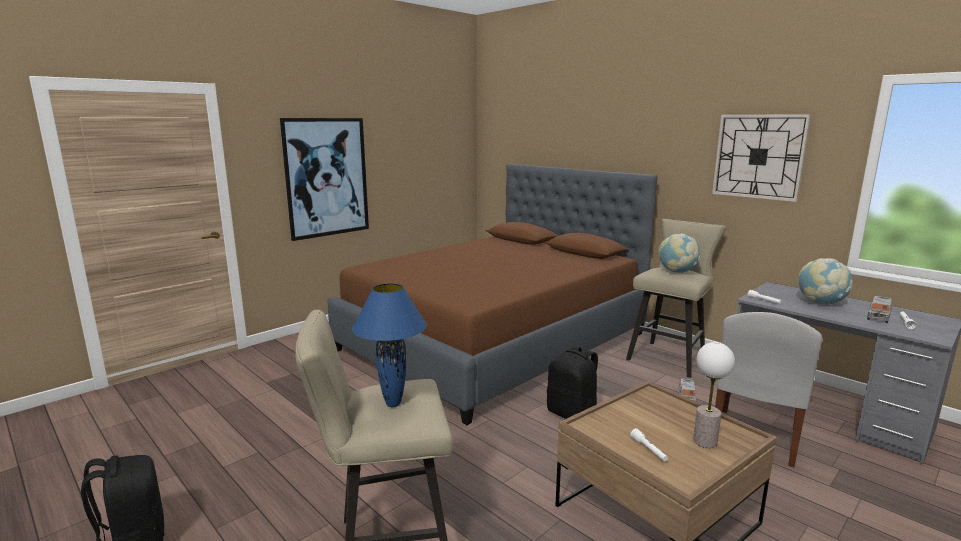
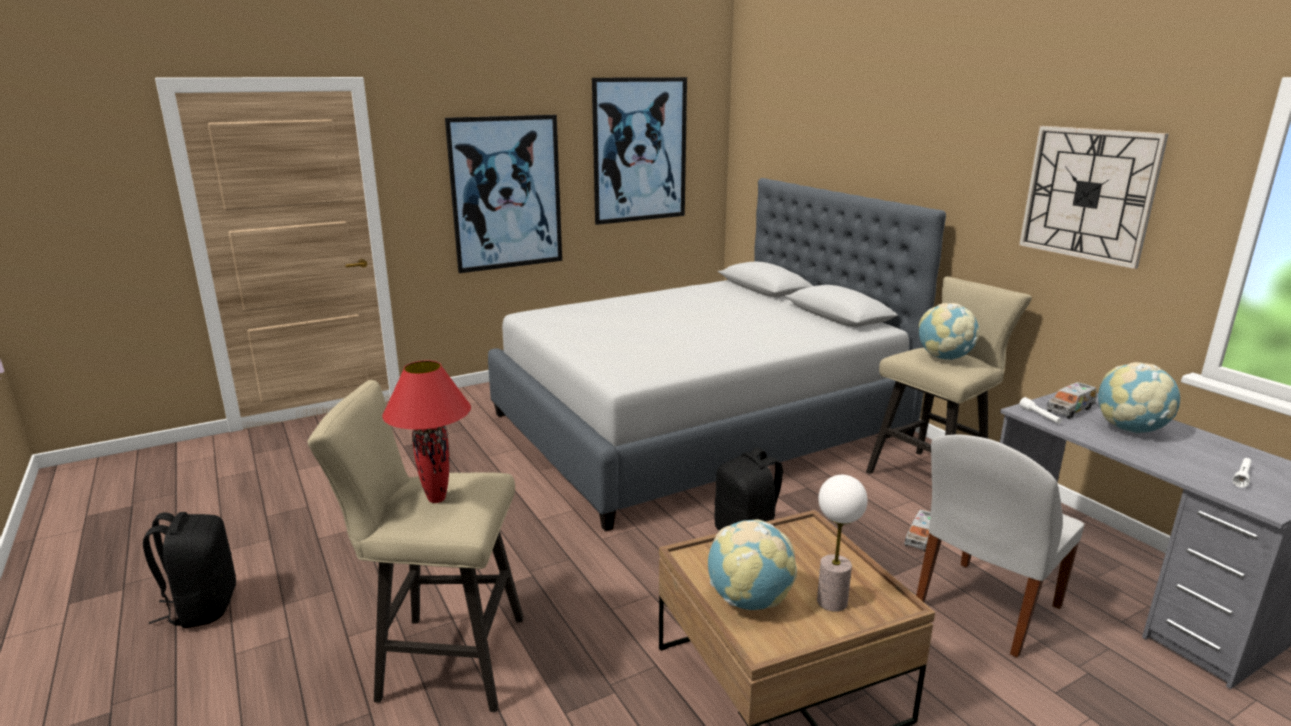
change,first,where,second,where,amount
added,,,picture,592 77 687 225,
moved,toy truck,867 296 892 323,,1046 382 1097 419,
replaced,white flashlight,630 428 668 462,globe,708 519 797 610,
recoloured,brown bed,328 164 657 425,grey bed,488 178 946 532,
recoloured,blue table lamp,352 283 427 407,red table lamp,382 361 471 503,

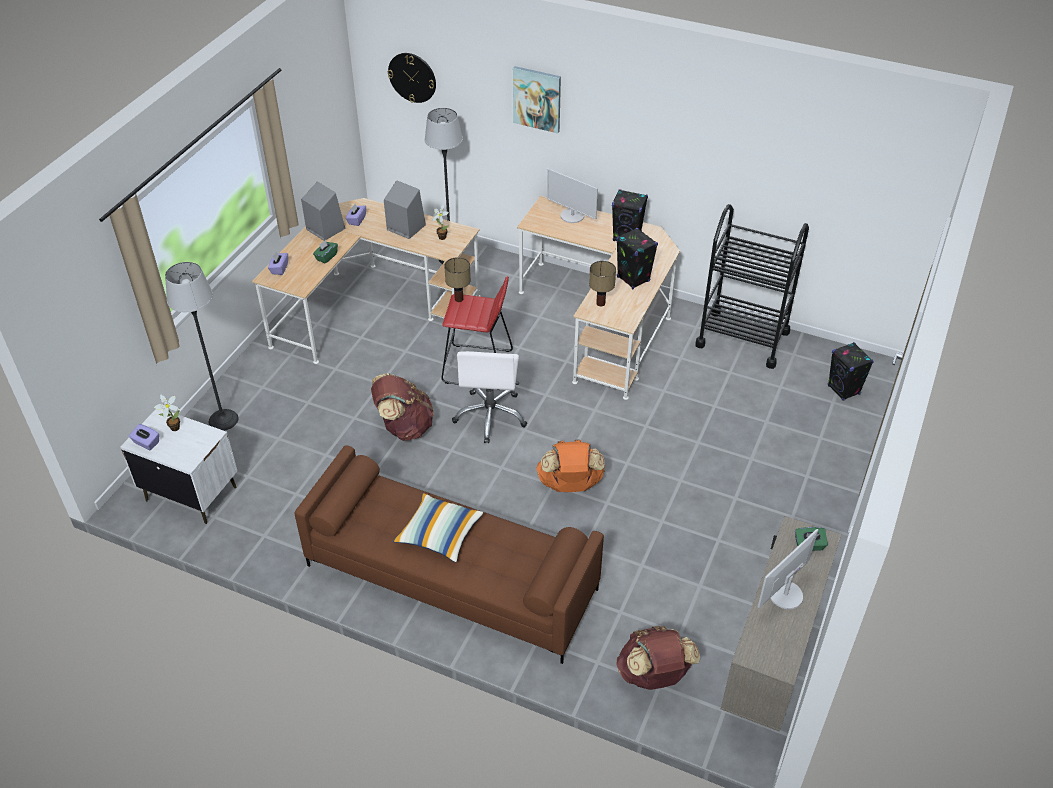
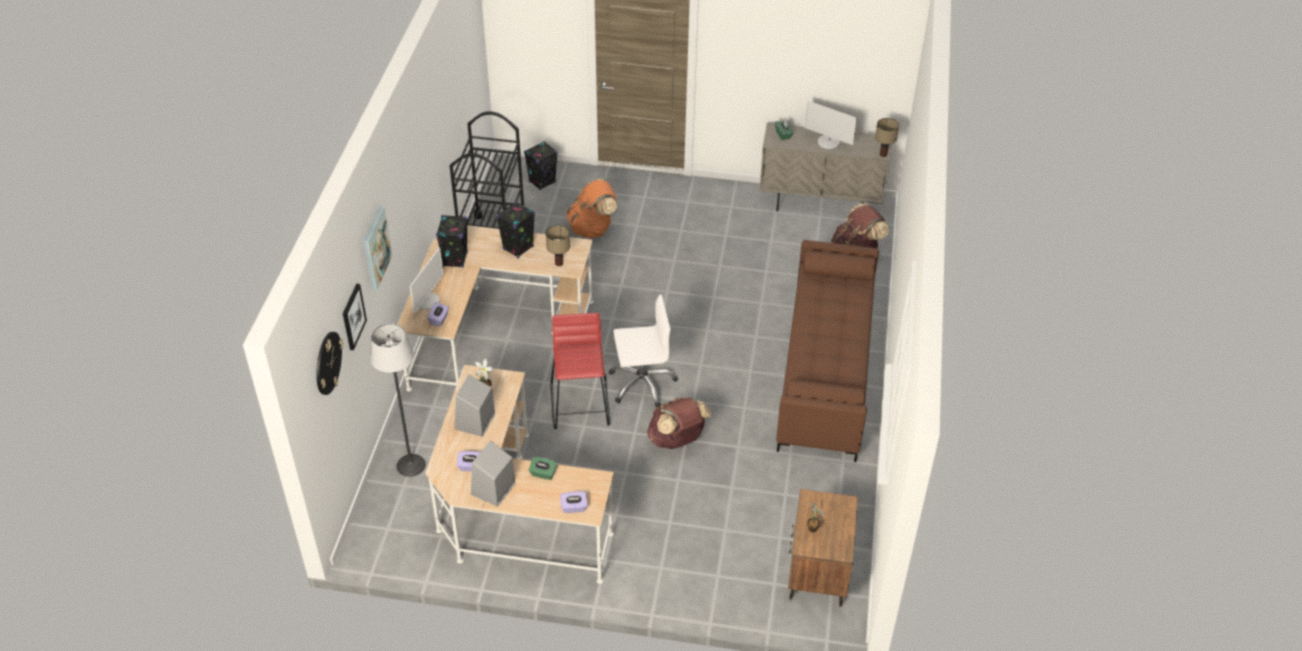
change,first,where,second,where,amount
removed,floor lamp,165 262 239 431,,,
removed,pillow,393 493 483 562,,,
added,,,picture,343 284 367 350,
moved,purple tissue box,129 424 159 450,,427 302 449 327,
moved,table lamp,444 257 471 302,,875 118 899 157,
moved,orange backpack,536 440 605 492,,566 179 617 238,
recoloured,white nightstand,120 409 238 524,brown nightstand,788 489 858 607,

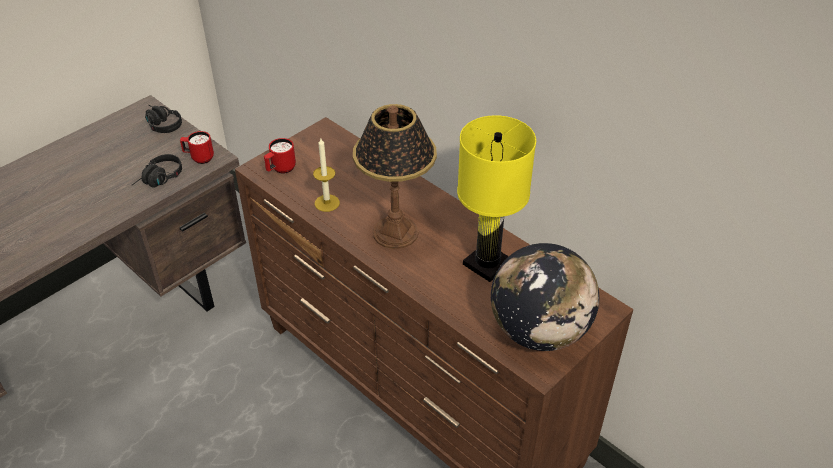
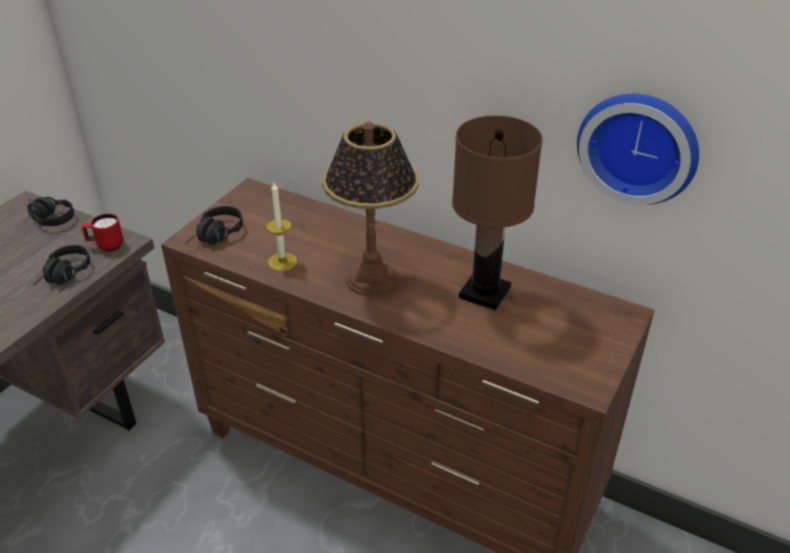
change,first,where,second,where,amount
removed,globe,491 243 599 351,,,
added,,,wall clock,577 94 699 205,
replaced,red mug,264 138 296 174,black headphones,186 206 243 245,
recoloured,yellow table lamp,457 115 536 282,brown table lamp,452 116 543 310,

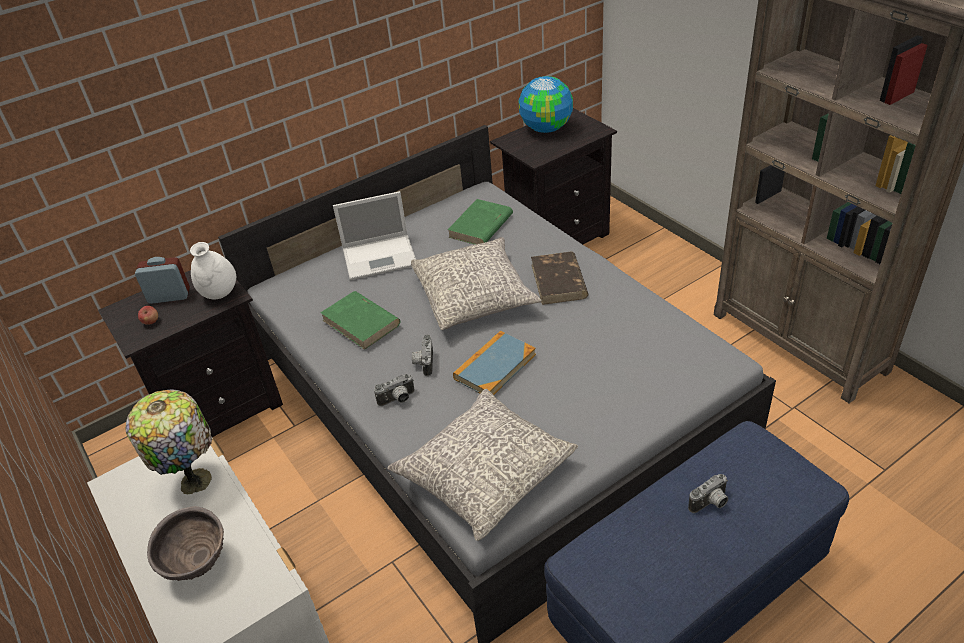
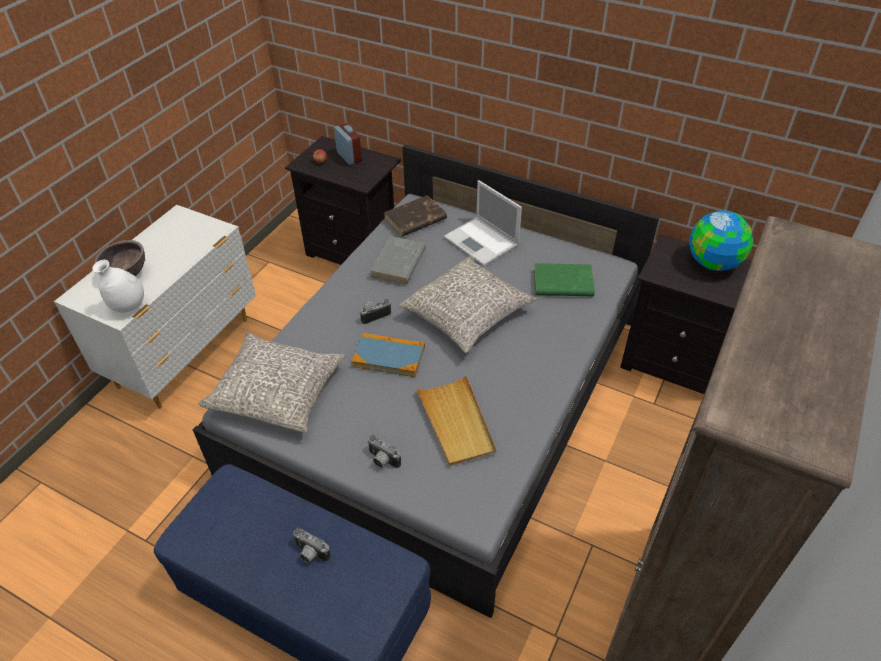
change,first,where,second,where,amount
removed,table lamp,126 389 212 495,,,
added,,,beige tray,415 374 496 467,
moved,white vase,190 242 236 299,,92 260 144 312,
moved,photo camera,374 374 415 406,,367 435 401 468,
moved,brown book,531 252 588 305,,384 195 447 237,
recoloured,green book,320 291 401 350,grey book,370 236 426 284,

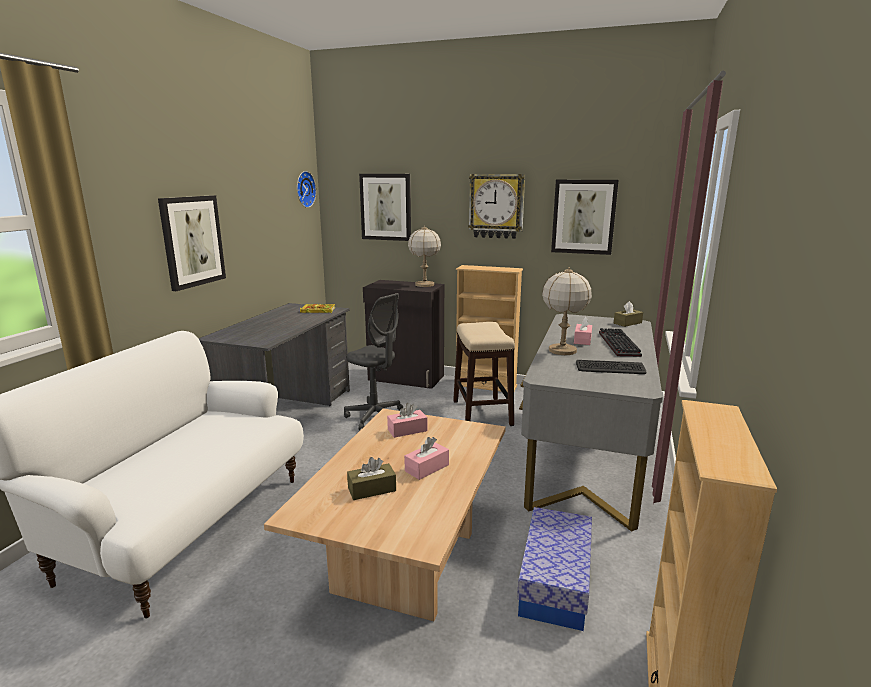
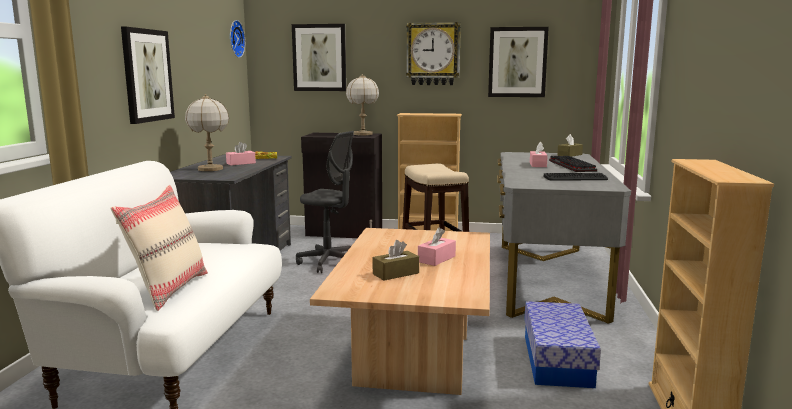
change,first,where,second,where,amount
added,,,beige pillow,111 185 208 311,
moved,pink tissue box,387 403 427 438,,226 142 256 165,
moved,table lamp,542 267 592 355,,185 94 229 171,

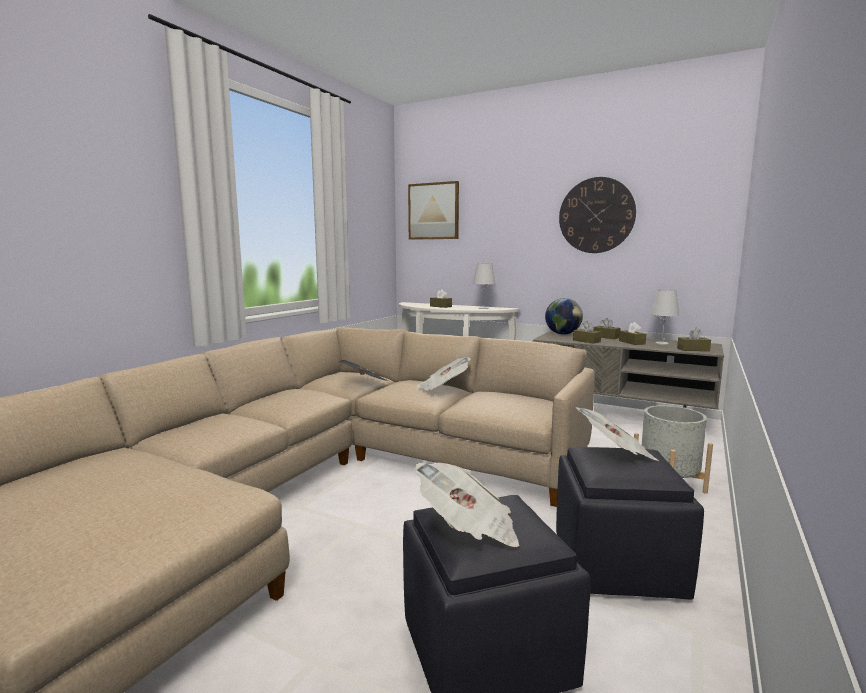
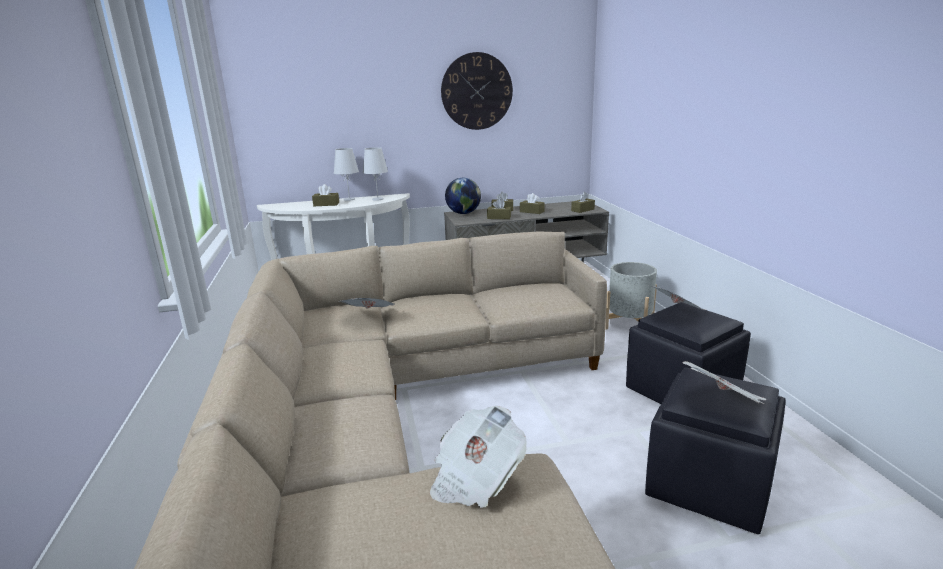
change,first,where,second,where,amount
removed,picture,408 181 459 240,,,
moved,newspaper,417 357 471 391,,430 406 527 508,
moved,white table lamp,650 289 679 345,,334 148 359 201,

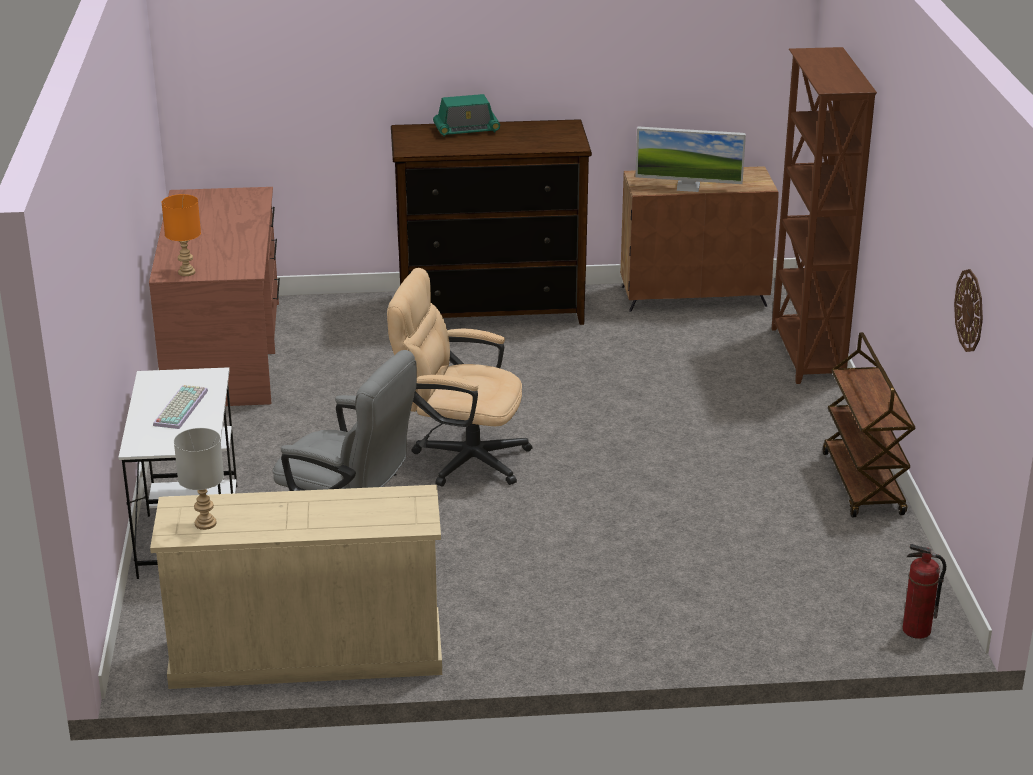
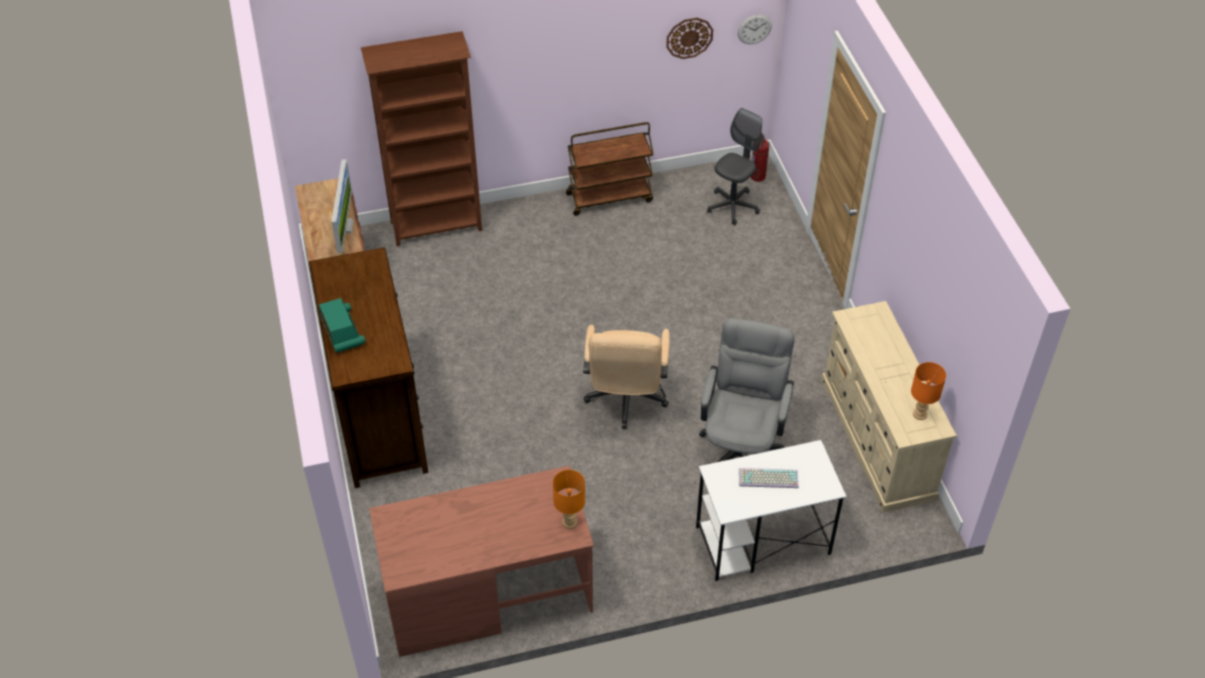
change,first,where,second,where,amount
added,,,grey office chair,707 108 762 225,
added,,,wall clock,738 14 772 44,
recoloured,grey table lamp,174 428 224 530,orange table lamp,911 362 946 420,

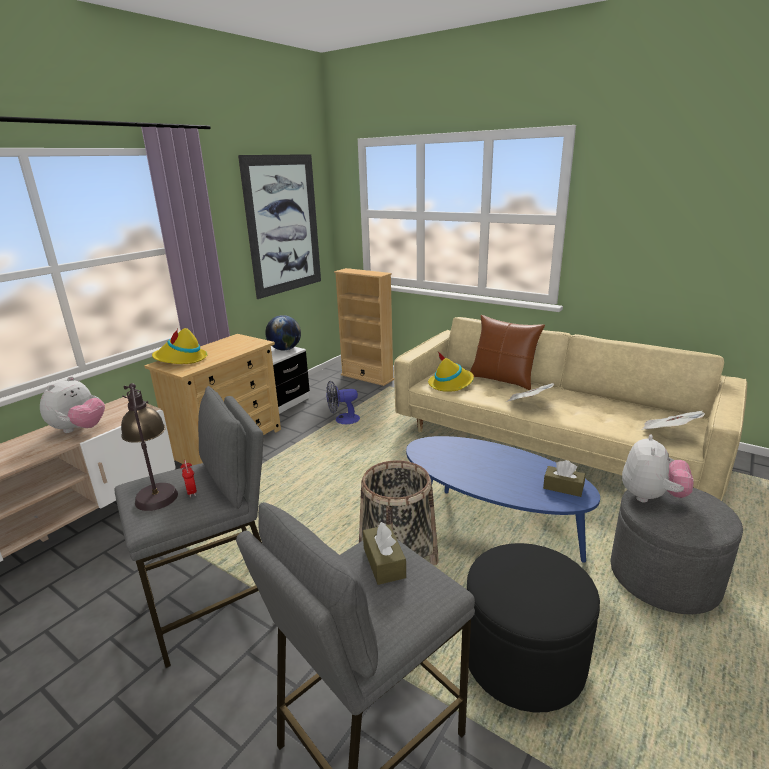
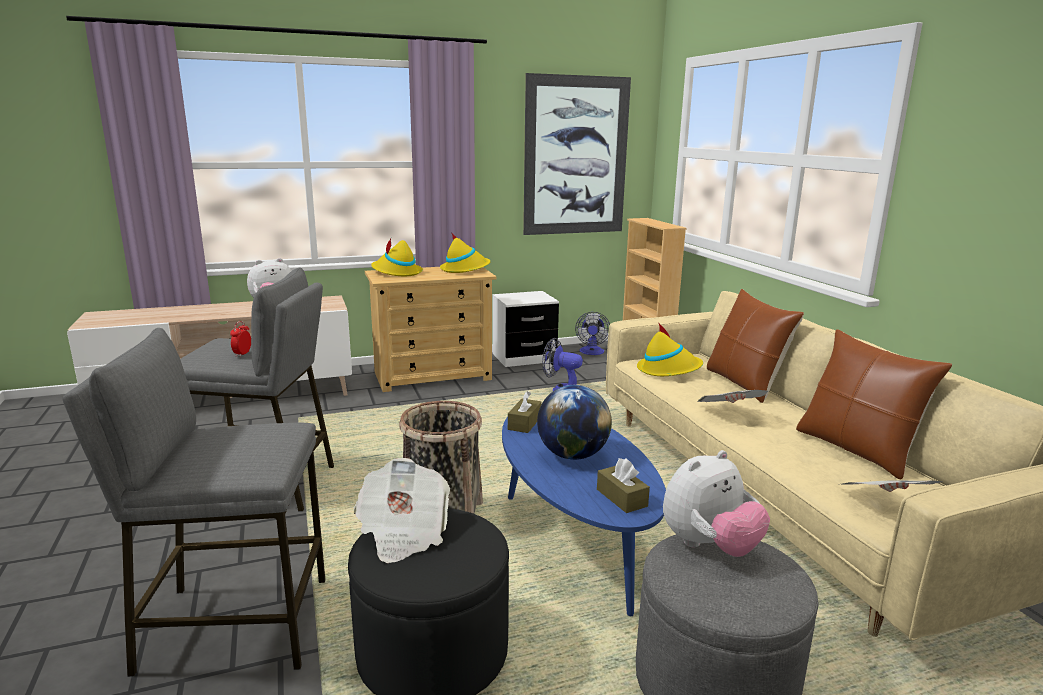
change,first,where,second,where,amount
removed,table lamp,121 383 178 511,,,
added,,,newspaper,354 458 450 563,
added,,,yellow hat,440 232 490 273,
added,,,fan,575 312 610 355,
added,,,brown pillow,796 329 952 479,
moved,globe,265 315 301 351,,537 385 612 460,
moved,brown tissue box,363 522 406 585,,508 391 541 433,

